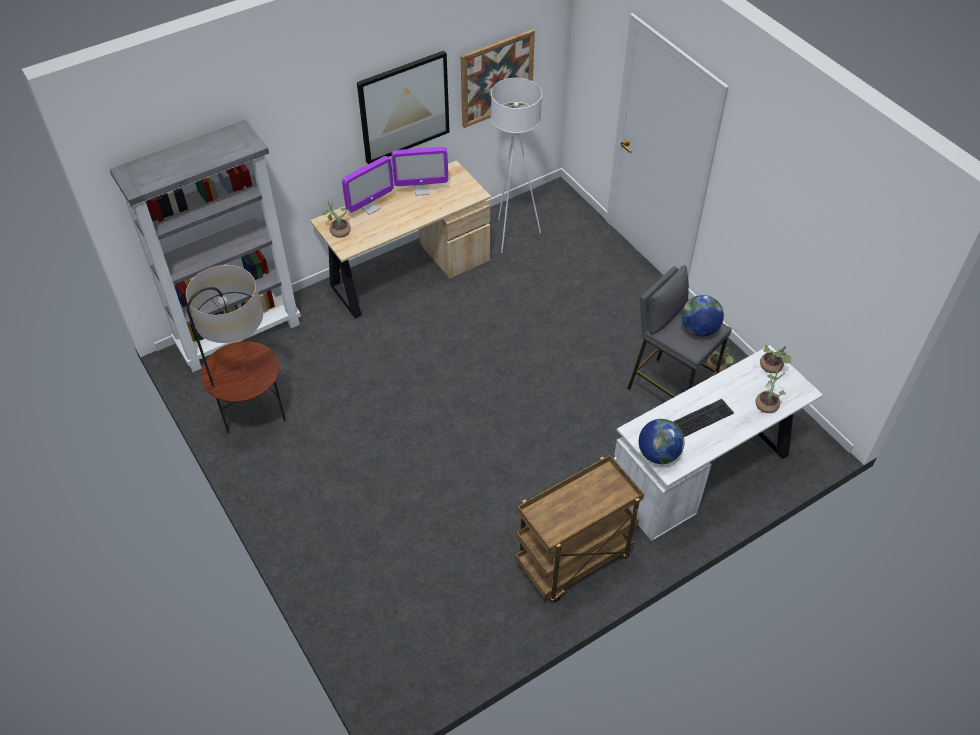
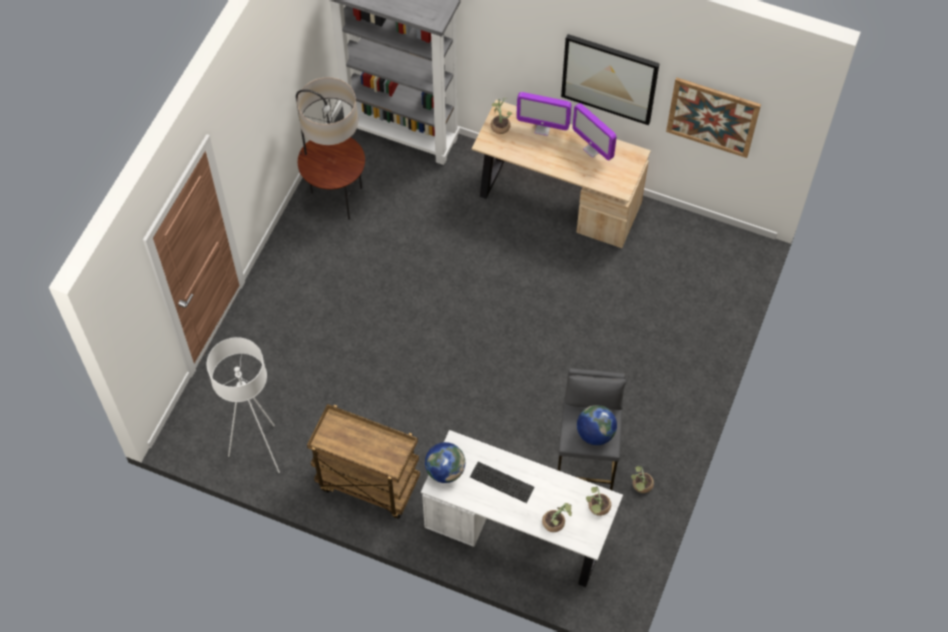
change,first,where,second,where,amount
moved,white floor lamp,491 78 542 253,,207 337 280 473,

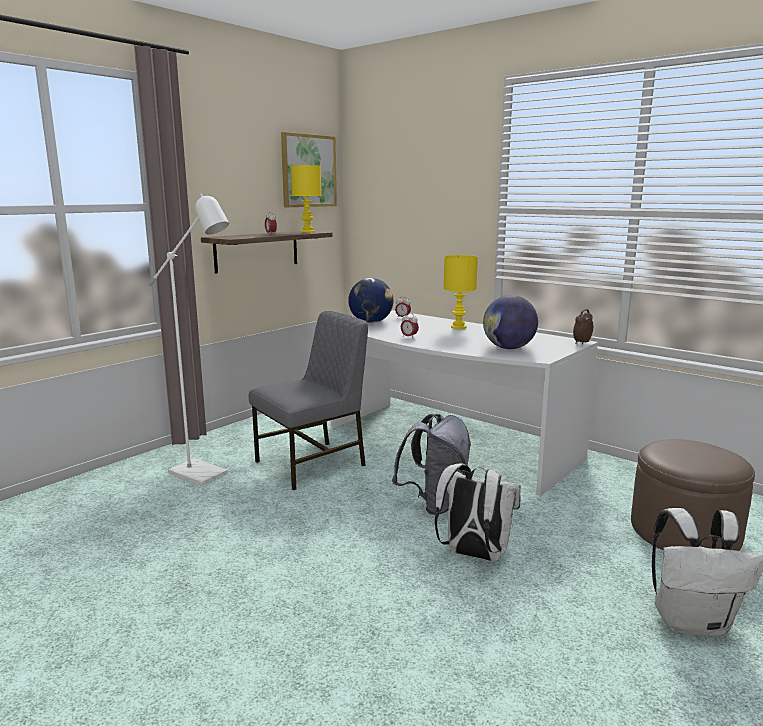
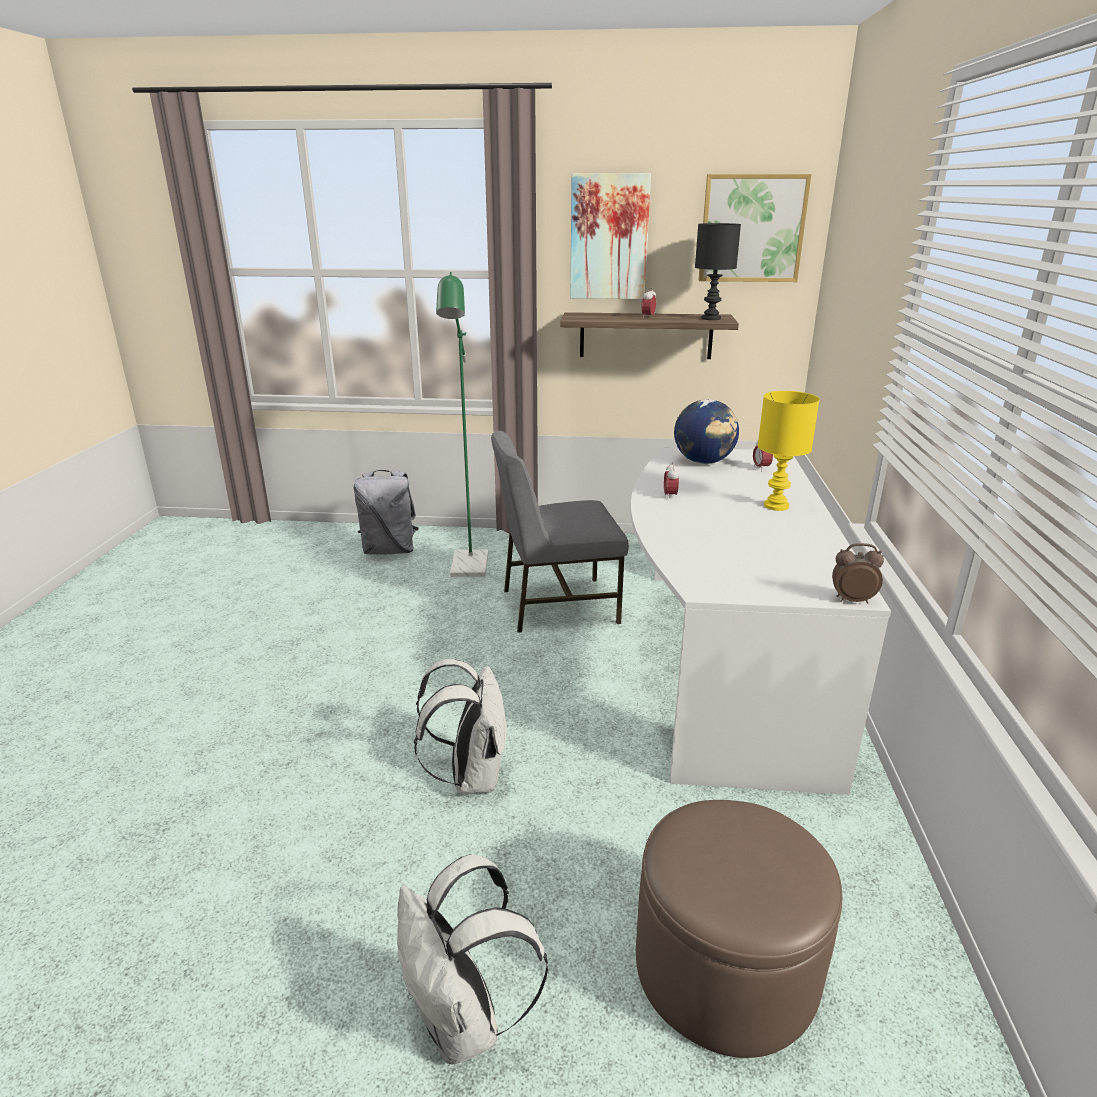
change,first,where,second,where,amount
removed,globe,483 295 538 349,,,
added,,,picture,570 173 651 299,
moved,grey backpack,392 414 471 515,,354 470 419 555,
recoloured,white floor lamp,148 194 229 486,green floor lamp,436 272 488 577,
recoloured,yellow table lamp,291 165 321 233,black table lamp,695 223 741 320,
turned,grey chair,249 311 368 490,,491 431 629 633,150 degrees clockwise

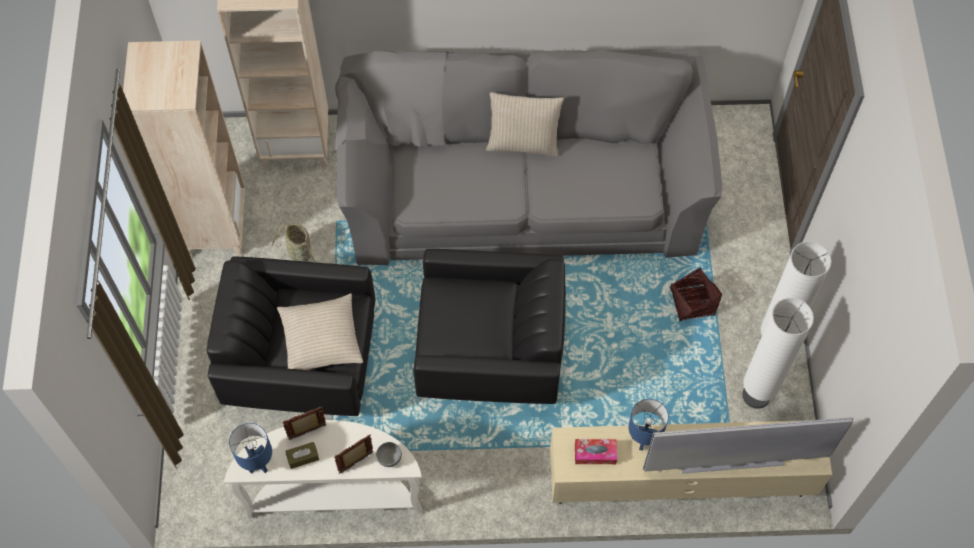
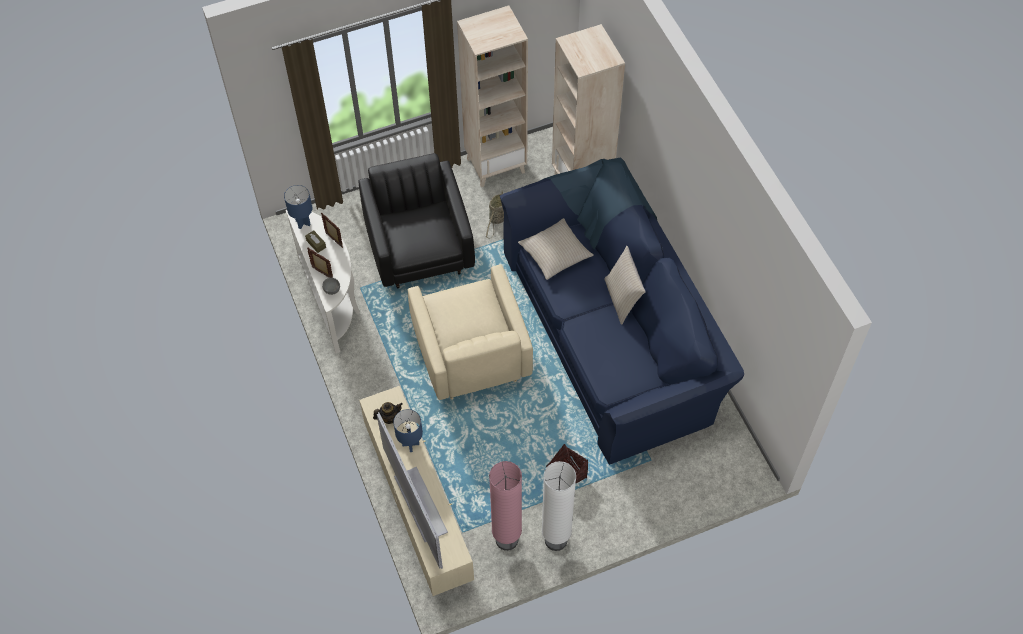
change,first,where,second,where,amount
moved,beige pillow,277 293 363 370,,518 218 594 280,
replaced,tissue box,575 439 617 464,teapot,373 402 403 424,
recoloured,grey sofa,332 48 723 265,blue sofa,500 157 744 465,
recoloured,black armchair,414 249 566 404,beige armchair,408 264 533 400,
recoloured,white floor lamp,742 298 814 409,pink floor lamp,489 461 522 551,

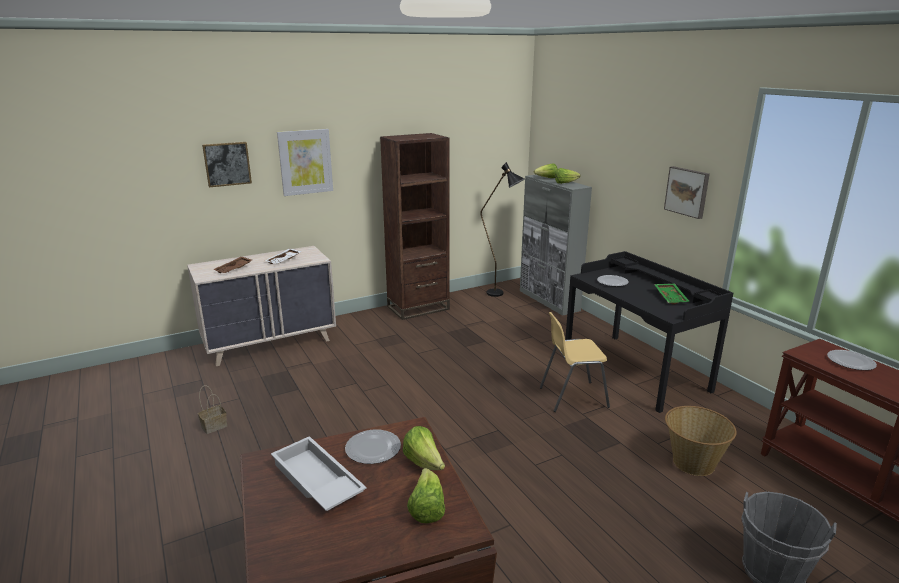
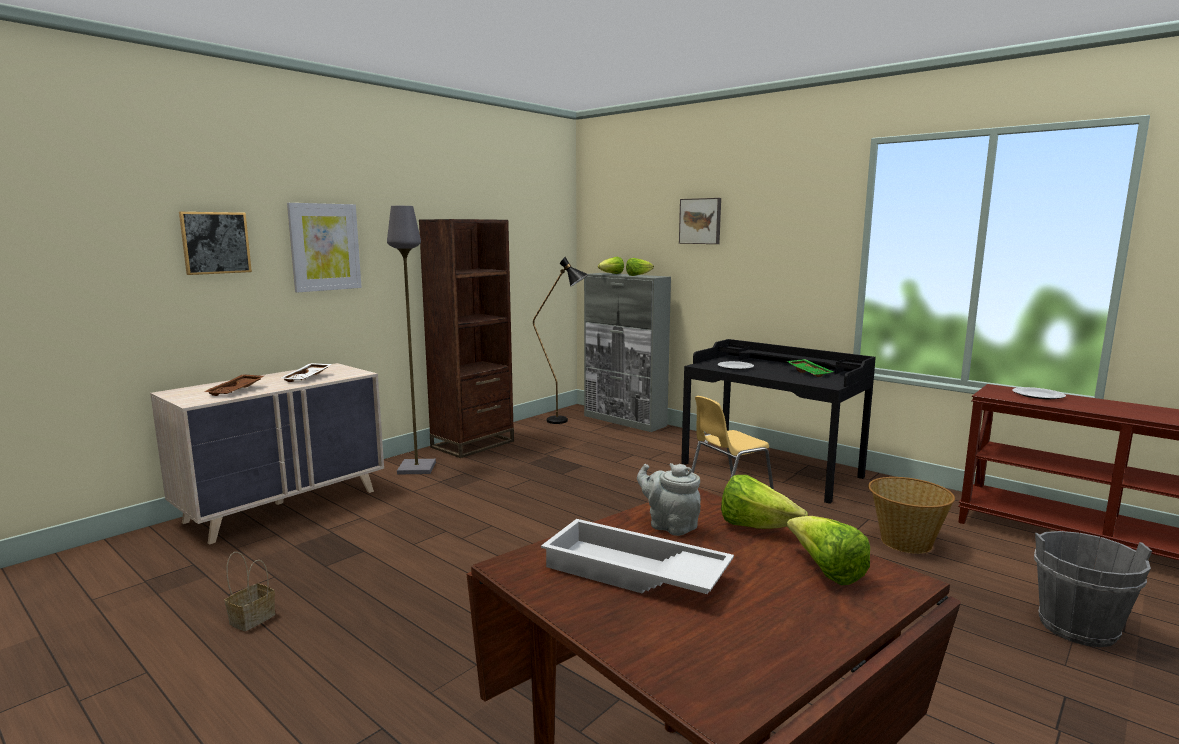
change,first,where,second,where,amount
added,,,grey floor lamp,387 206 436 475,
moved,picture,664 166 710 219,,679 198 721 244,
replaced,plate,345 429 401 464,grey teapot,637 463 701 536,

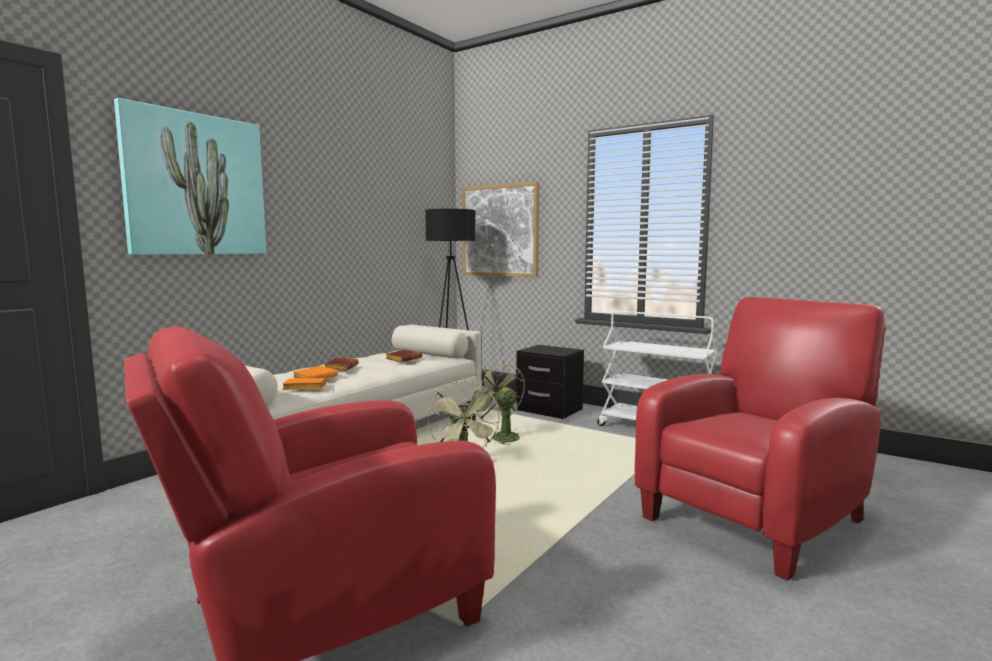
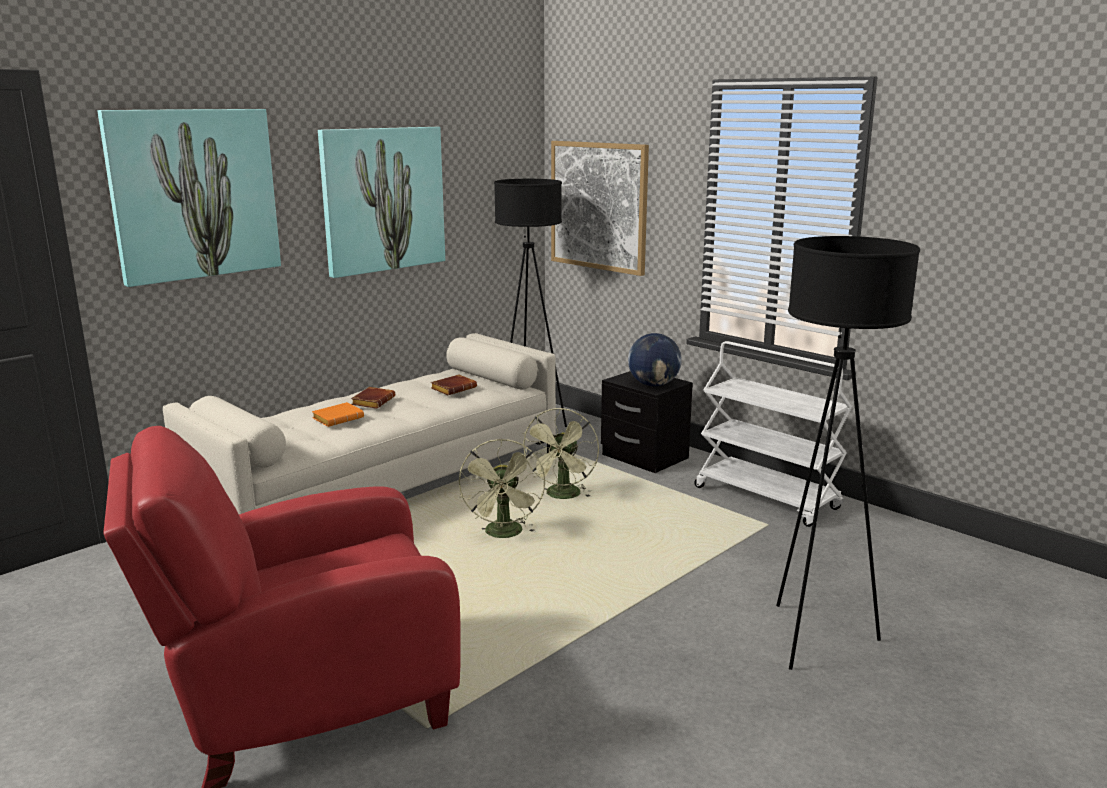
change,first,where,second,where,amount
removed,orange book,282 378 326 390,,,
added,,,picture,318 127 445 278,
added,,,globe,628 333 682 386,
replaced,red armchair,635 297 886 580,black floor lamp,776 236 920 670,
turned,green fan,471 362 525 445,,522 408 599 499,135 degrees counterclockwise

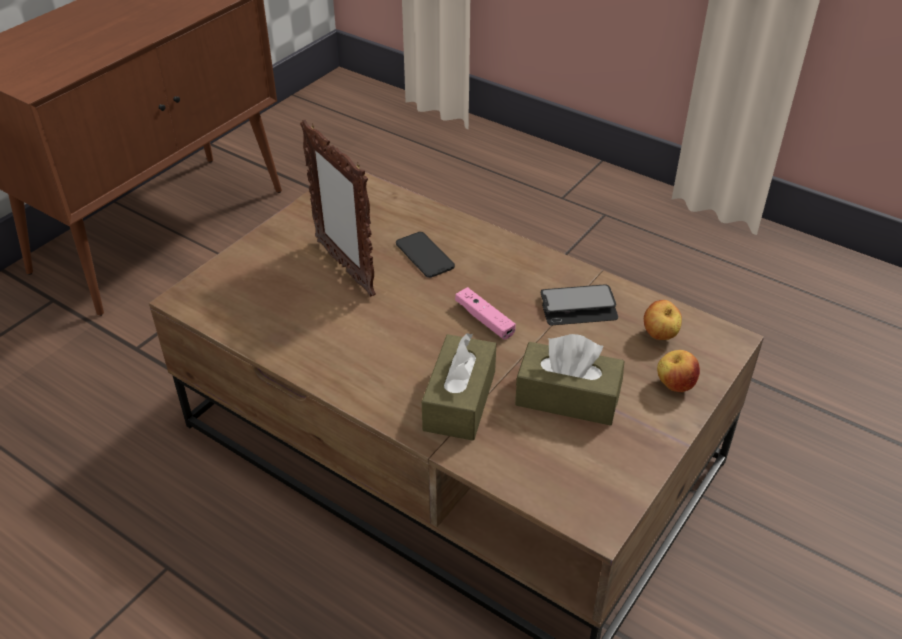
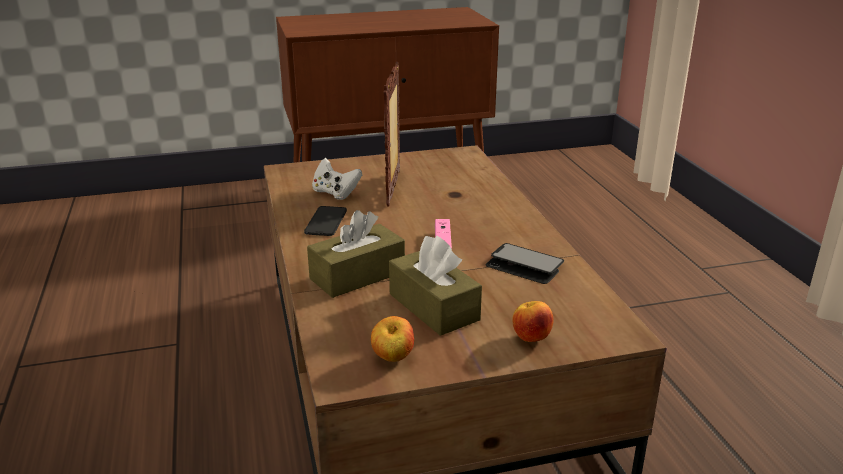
change,first,where,second,where,amount
added,,,white game controller,312 158 362 200,
moved,phone,396 232 455 278,,304 206 347 236,
moved,apple,644 300 682 340,,371 316 414 362,

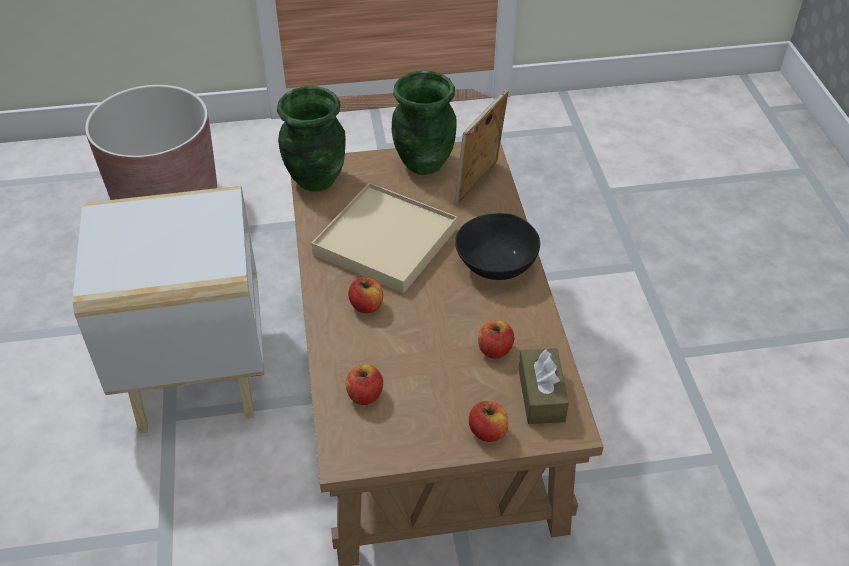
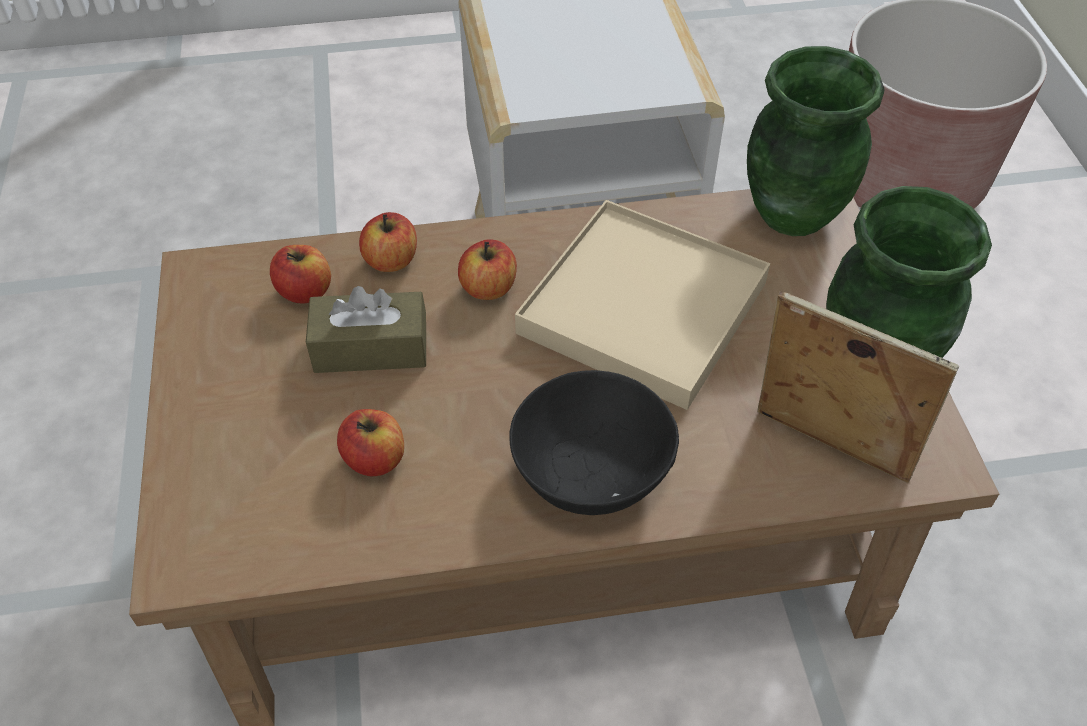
change,first,where,second,where,amount
moved,apple,469 401 509 442,,359 212 417 272,
moved,brown tissue box,518 348 569 424,,306 286 426 373,

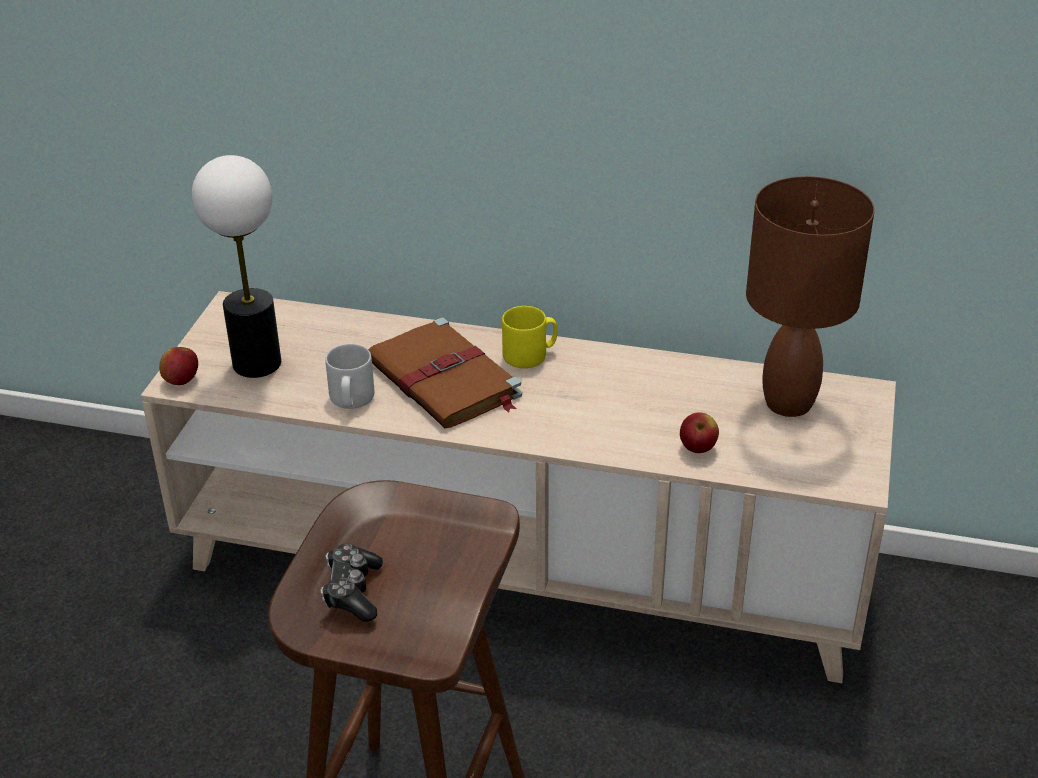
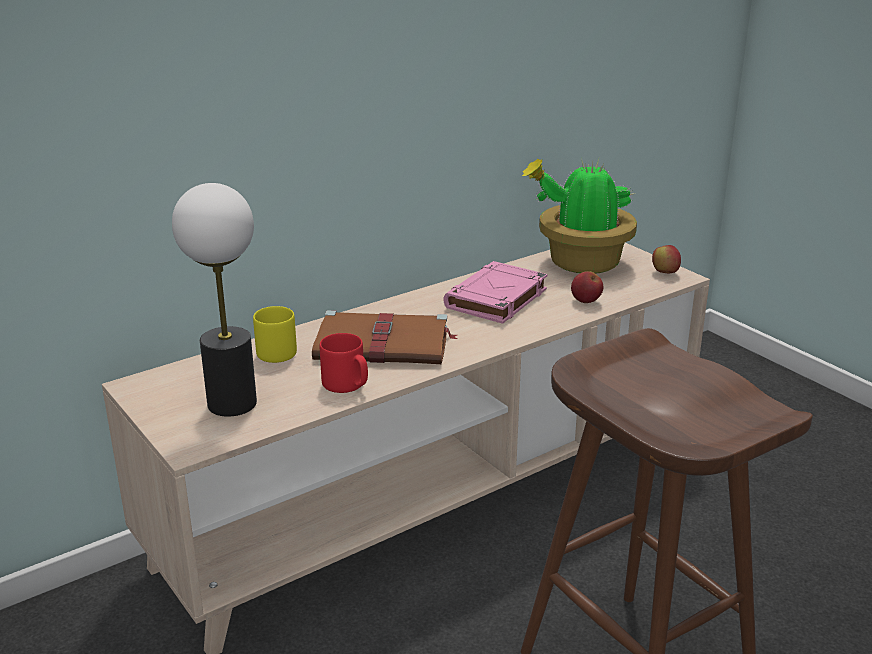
change,first,where,second,where,amount
removed,game controller,320 543 383 622,,,
added,,,pink book,443 261 548 324,
moved,apple,159 347 198 385,,652 245 681 273,
moved,yellow mug,502 306 557 368,,253 306 297 363,
replaced,brown table lamp,746 176 875 417,potted plant,522 159 637 274,
recoloured,grey mug,325 344 374 409,red mug,320 333 368 393,

